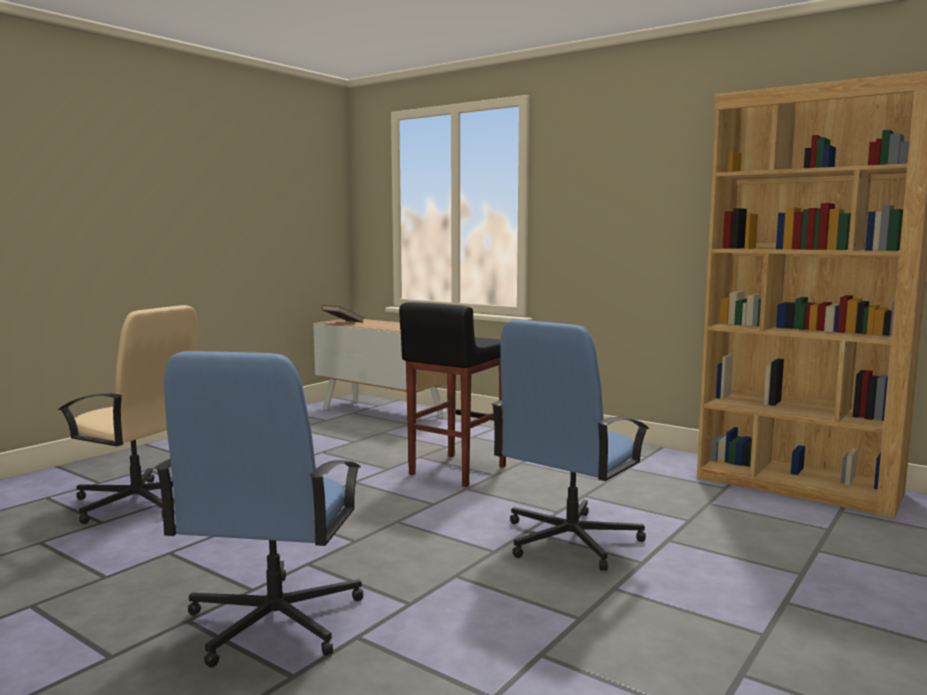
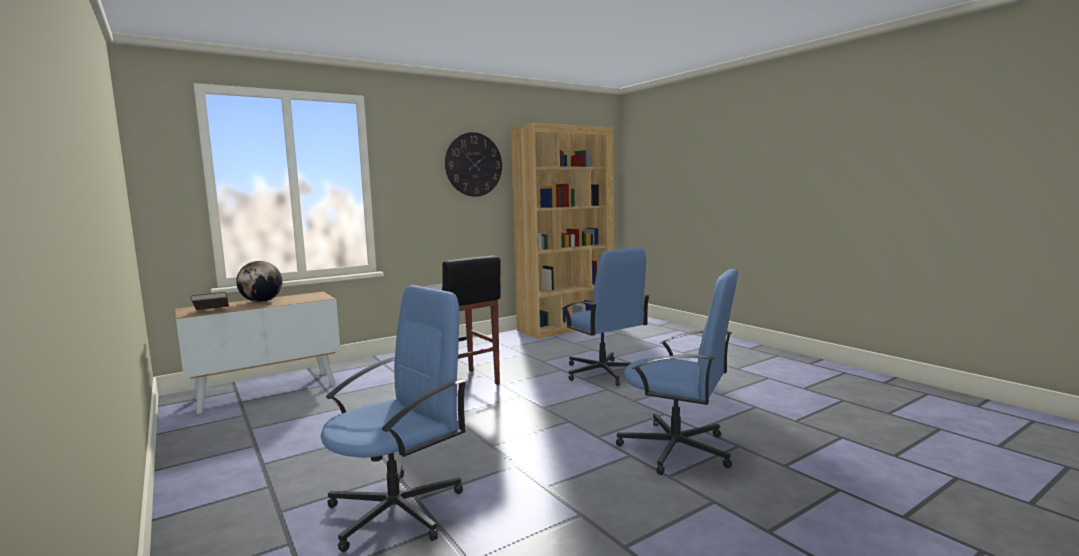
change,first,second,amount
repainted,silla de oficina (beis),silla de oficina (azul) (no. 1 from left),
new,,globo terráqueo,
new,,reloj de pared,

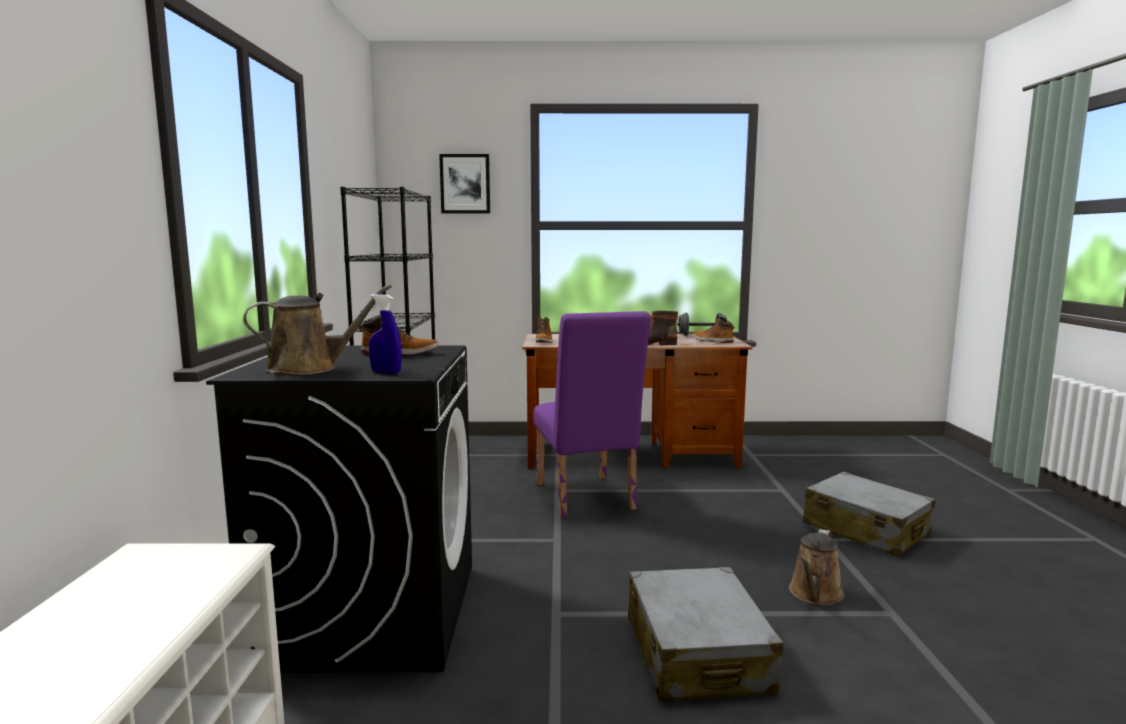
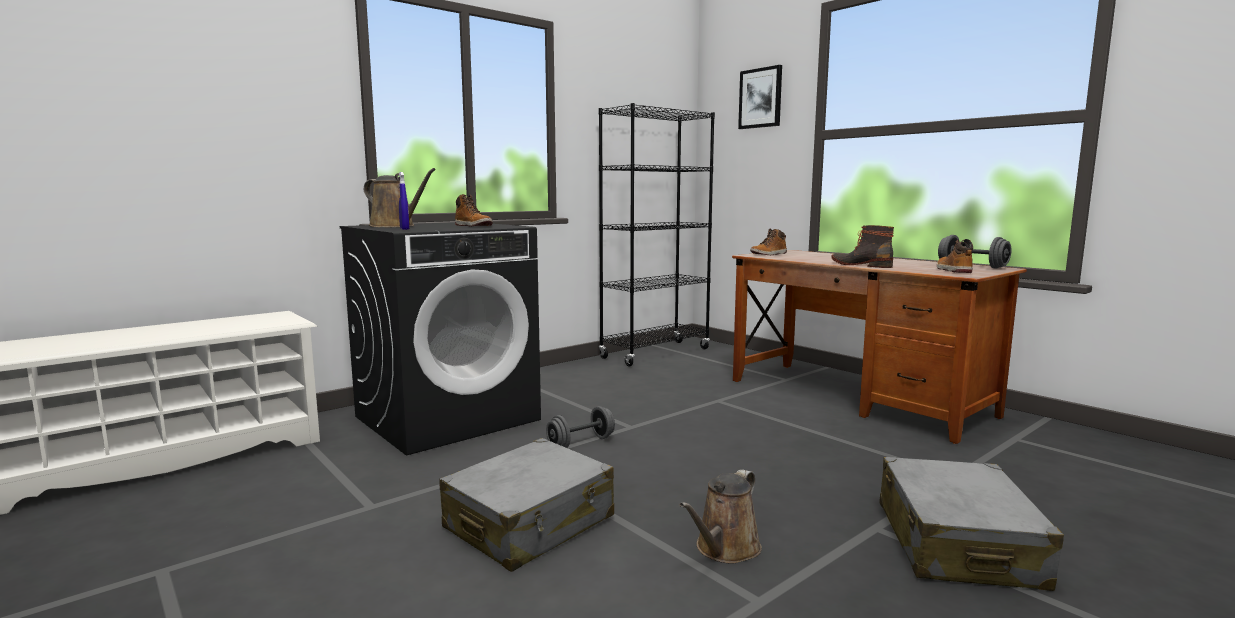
change,first,second,amount
gone,silla (morado),,
rotated,regadera (marrón) (no. 2 from left),,45 degrees counterclockwise
new,,mancuerna (gris) (no. 1 from left),

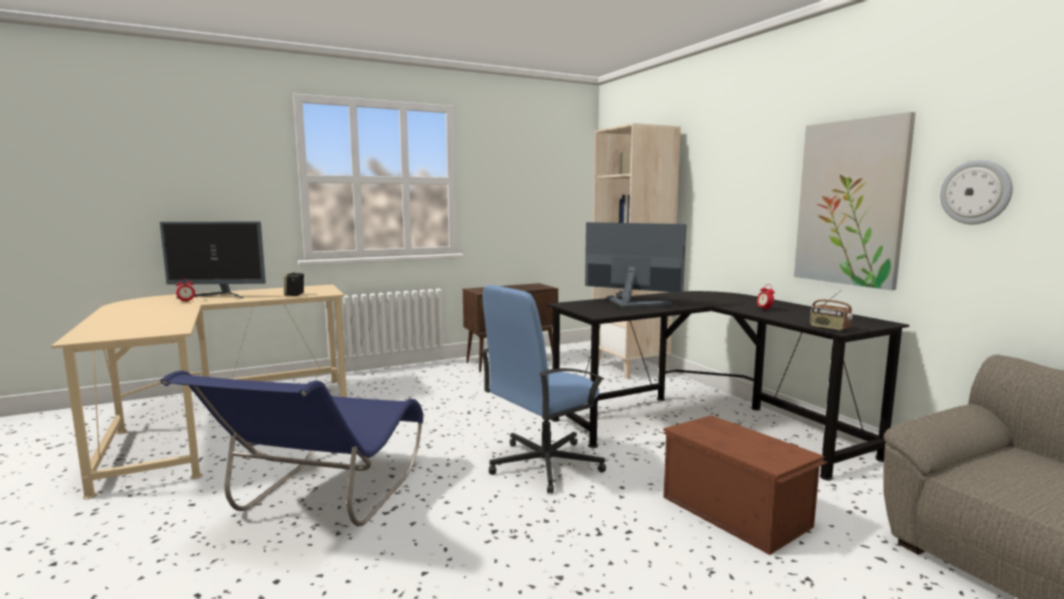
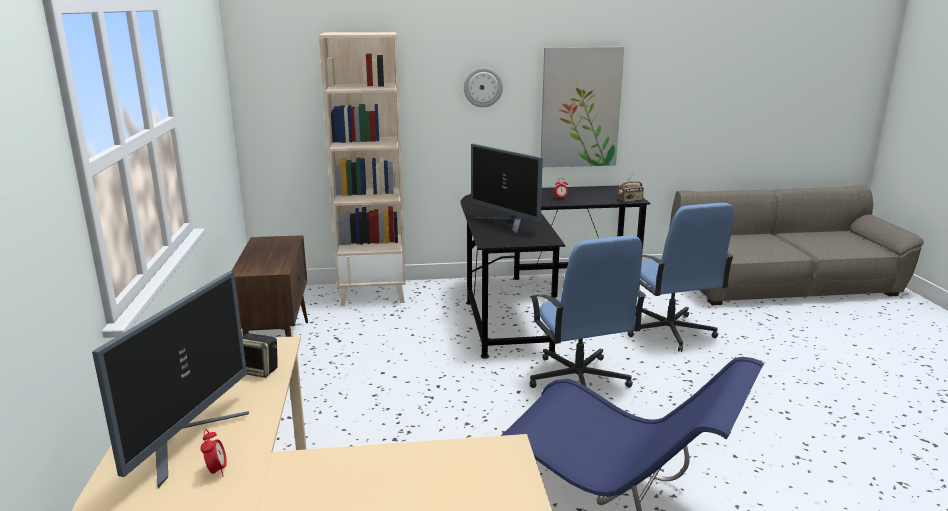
change,first,second,amount
rotated,monitor (no. 2 from left),,90 degrees counterclockwise
swapped,caja de almacenaje (marrón),silla de oficina (azul) (no. 2 from left),
shifted,reloj de pared,,

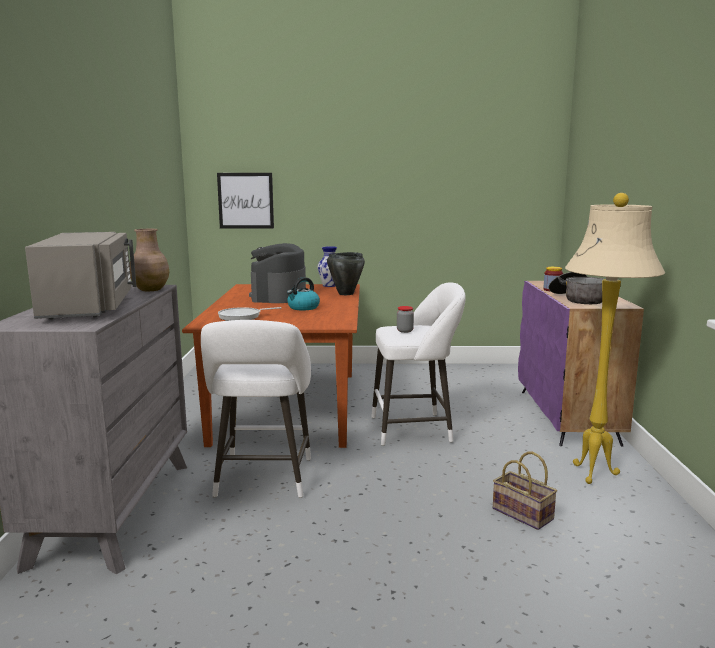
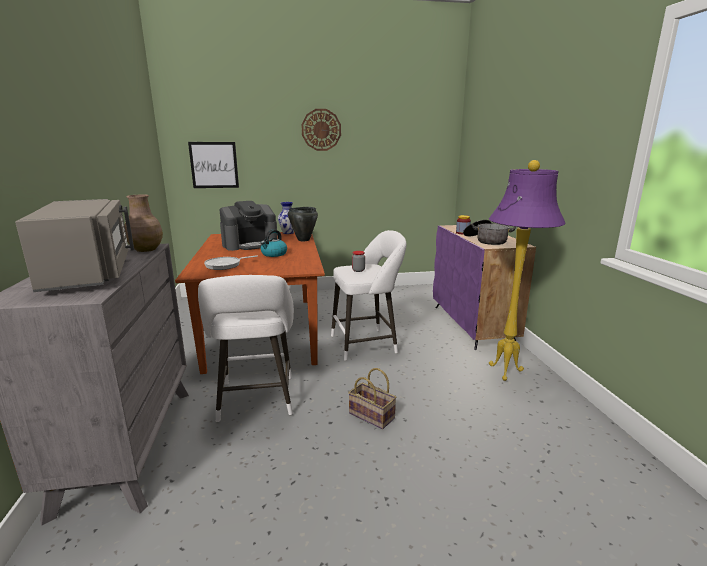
change,first,second,amount
rotated,cafetera,,120 degrees counterclockwise
shifted,cesta,,
repainted,lámpara de pie (beis),lámpara de pie (morado),
new,,reloj de pared,

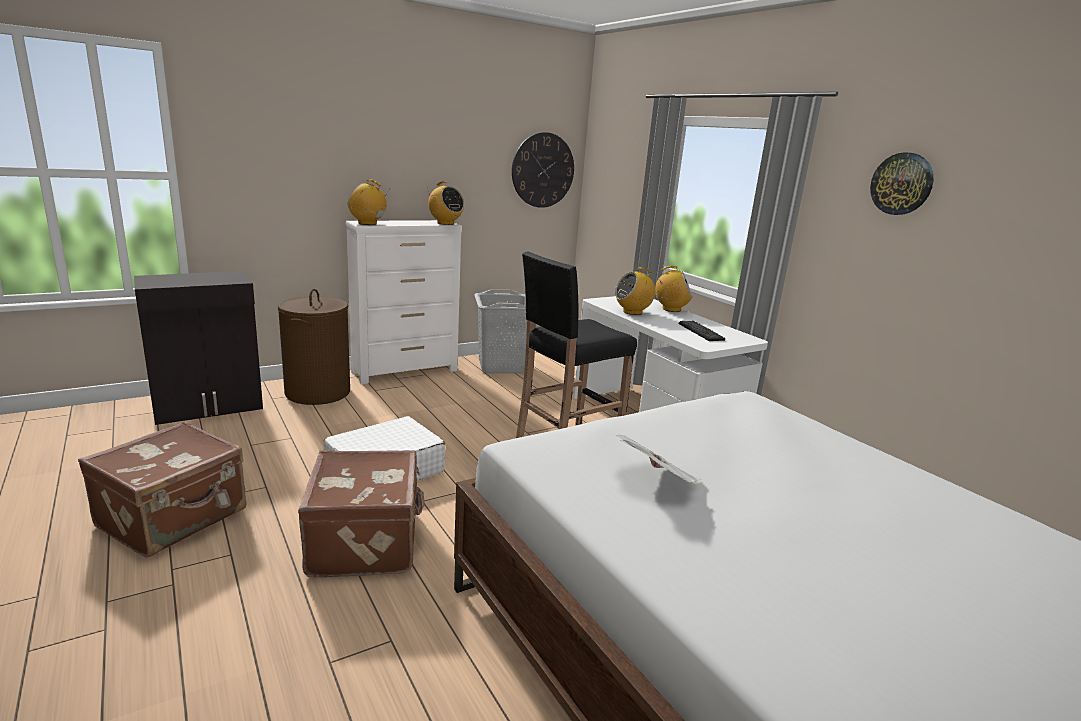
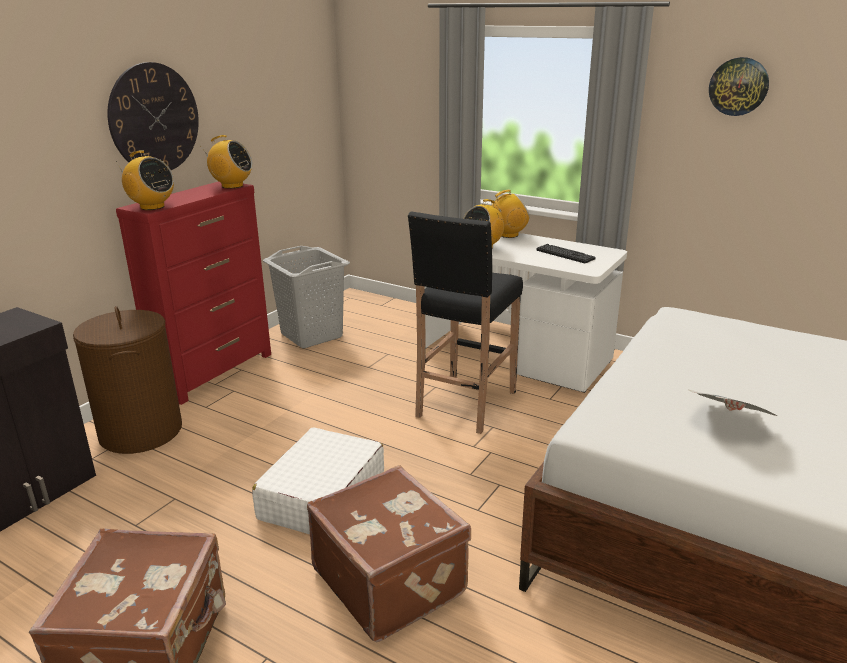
change,first,second,amount
repainted,cómoda (blanco),cómoda (rojo),
rotated,radio (no. 1 from left),,135 degrees counterclockwise
shifted,reloj de pared (no. 1 from left),,

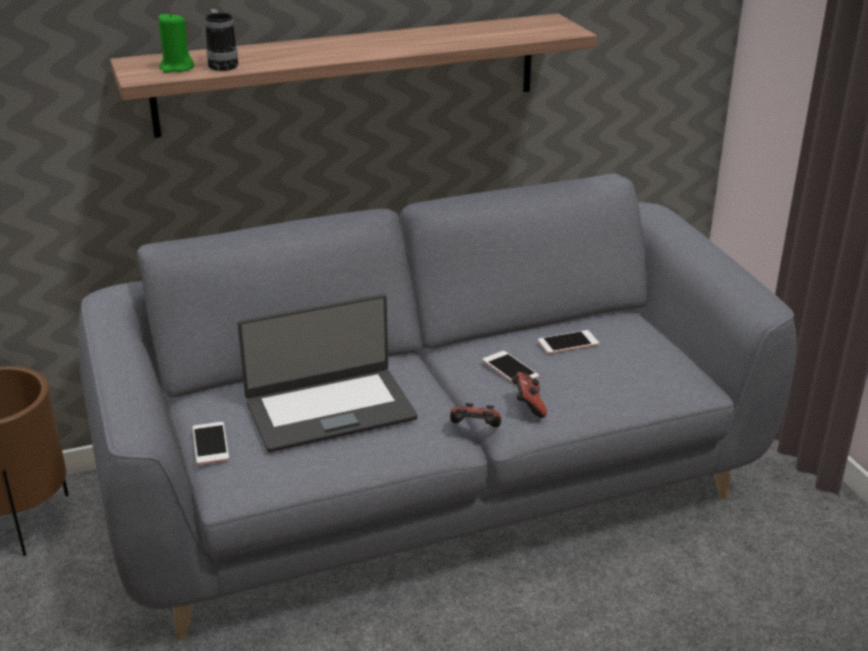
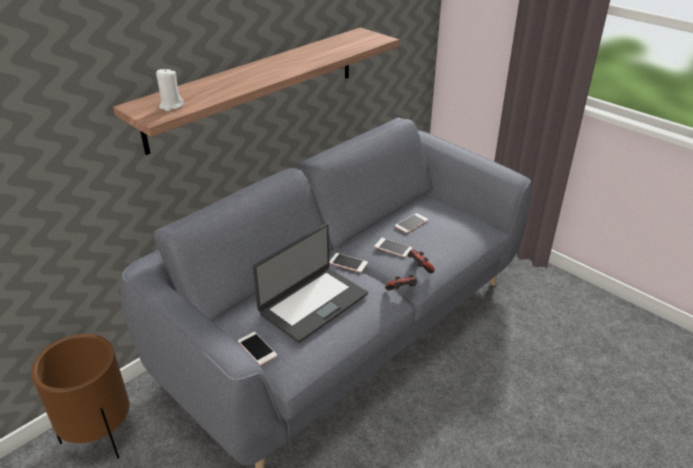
change,first,second,amount
repainted,vela (verde),vela (blanco),
gone,taza grande,,
new,,móvil (no. 2 from left),

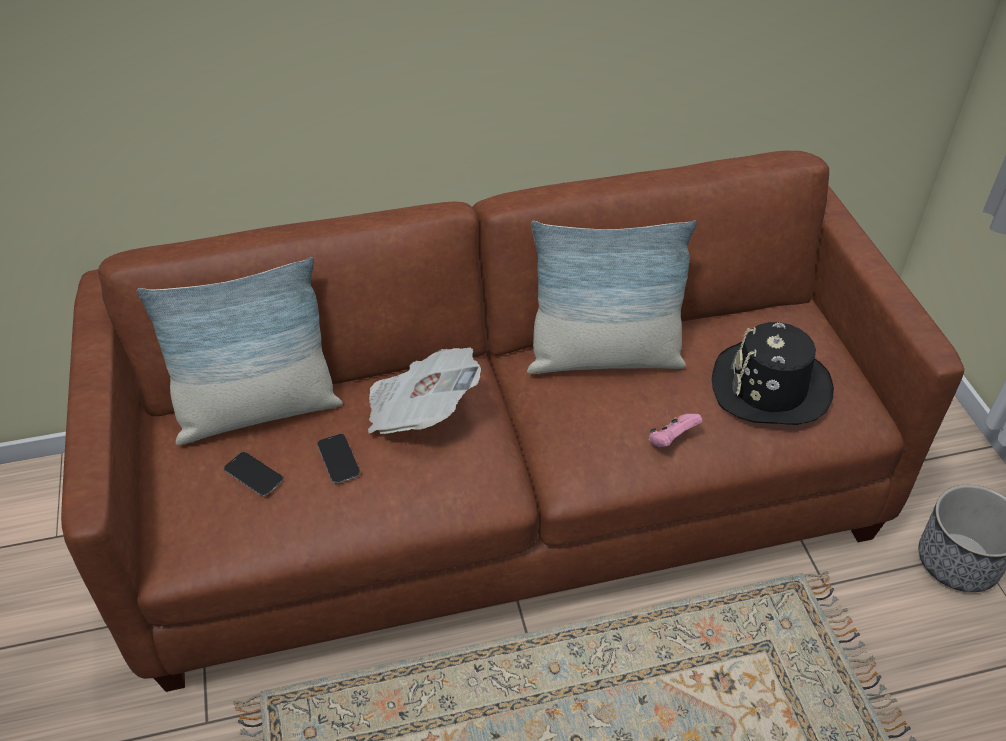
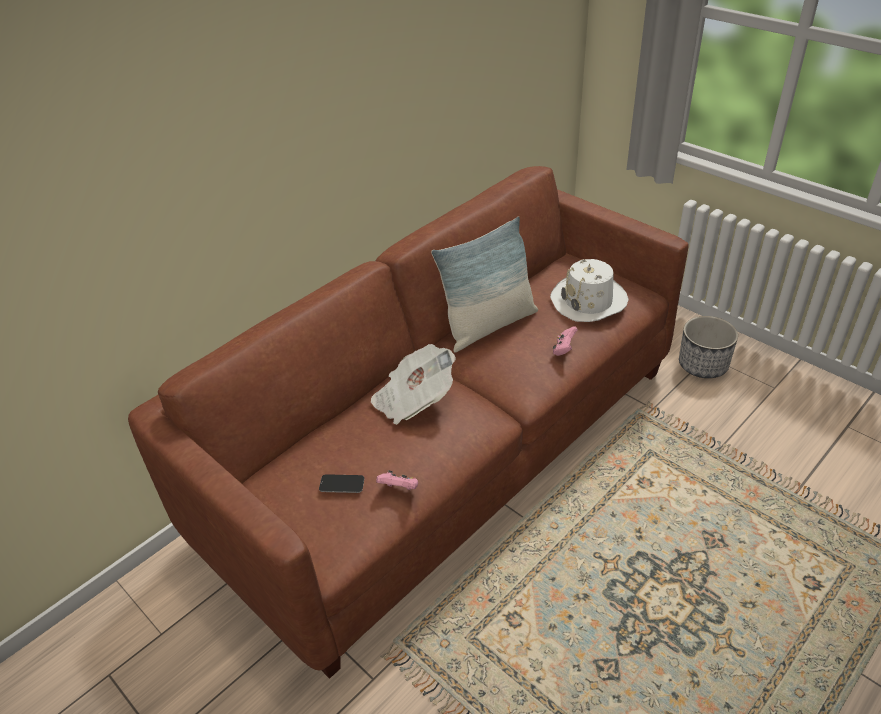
change,first,second,amount
gone,cojín (no. 1 from left),,
gone,móvil (no. 2 from left),,
repainted,sombrero (negro),sombrero (blanco),
new,,mando de consola (rosa) (no. 1 from left),

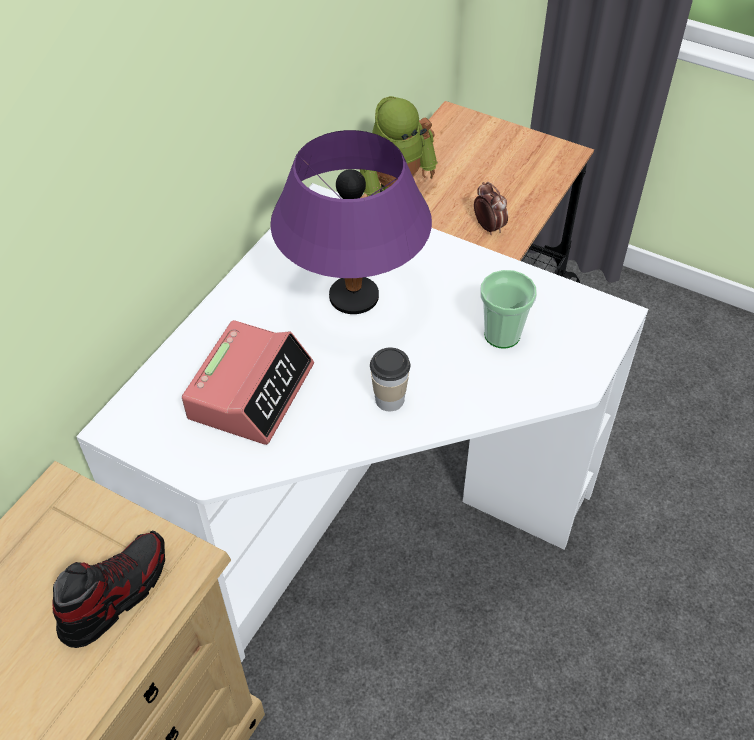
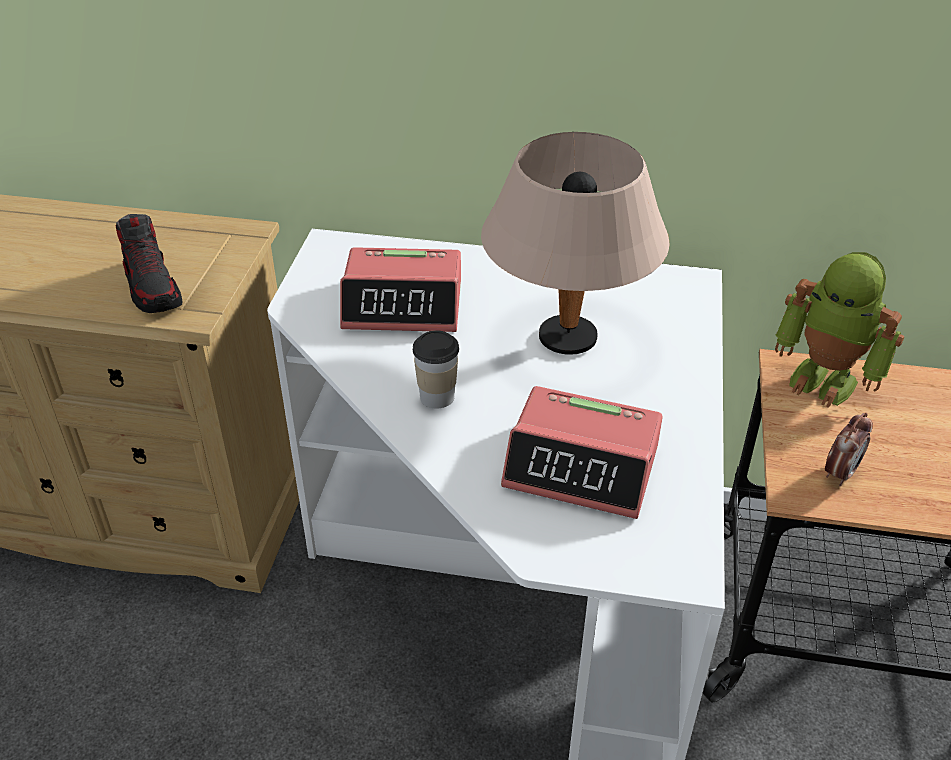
change,first,second,amount
rotated,zapato,,45 degrees clockwise
repainted,lámpara de mesa (morado),lámpara de mesa (beis),
swapped,taza (no. 2 from left),despertador (no. 2 from left),

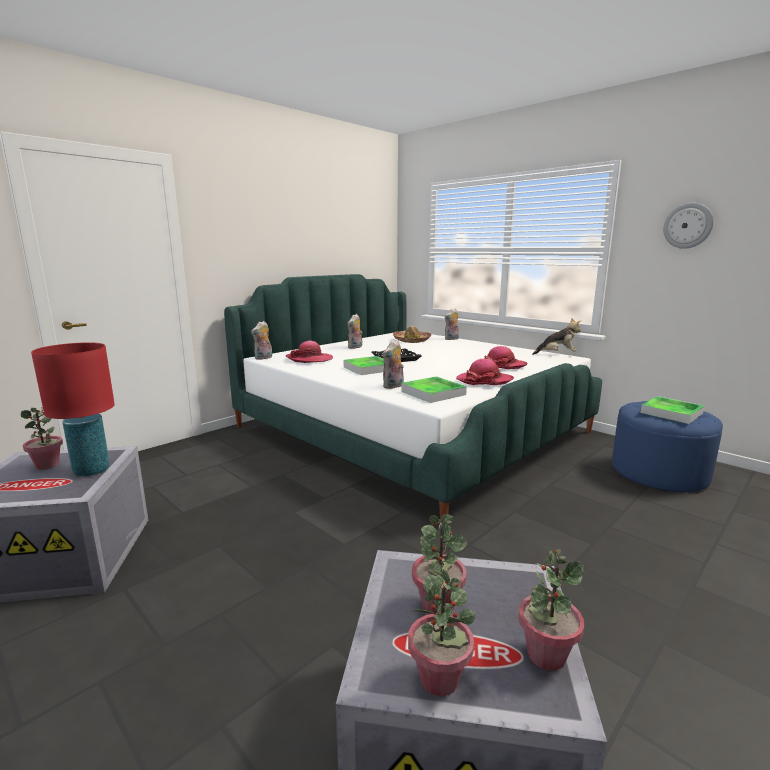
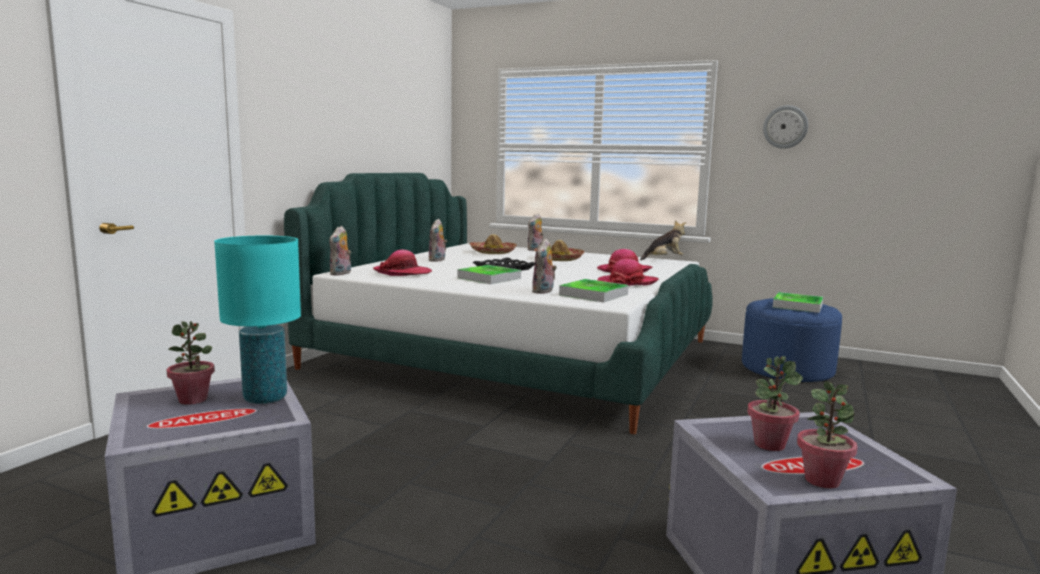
change,first,second,amount
repainted,lámpara de mesa (rojo),lámpara de mesa (turquesa),
gone,planta en maceta (no. 4 from left),,
new,,sombrero (no. 3 from left),

